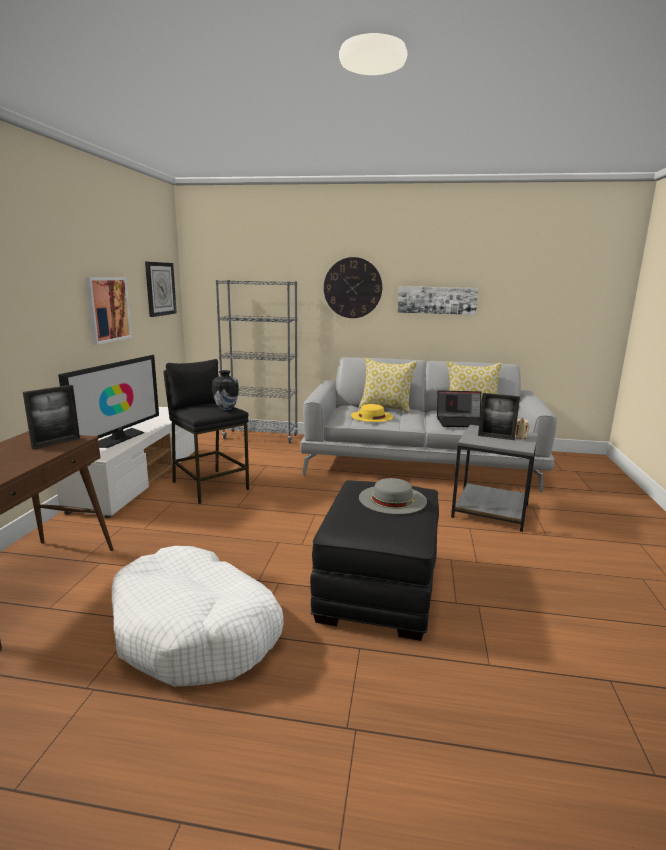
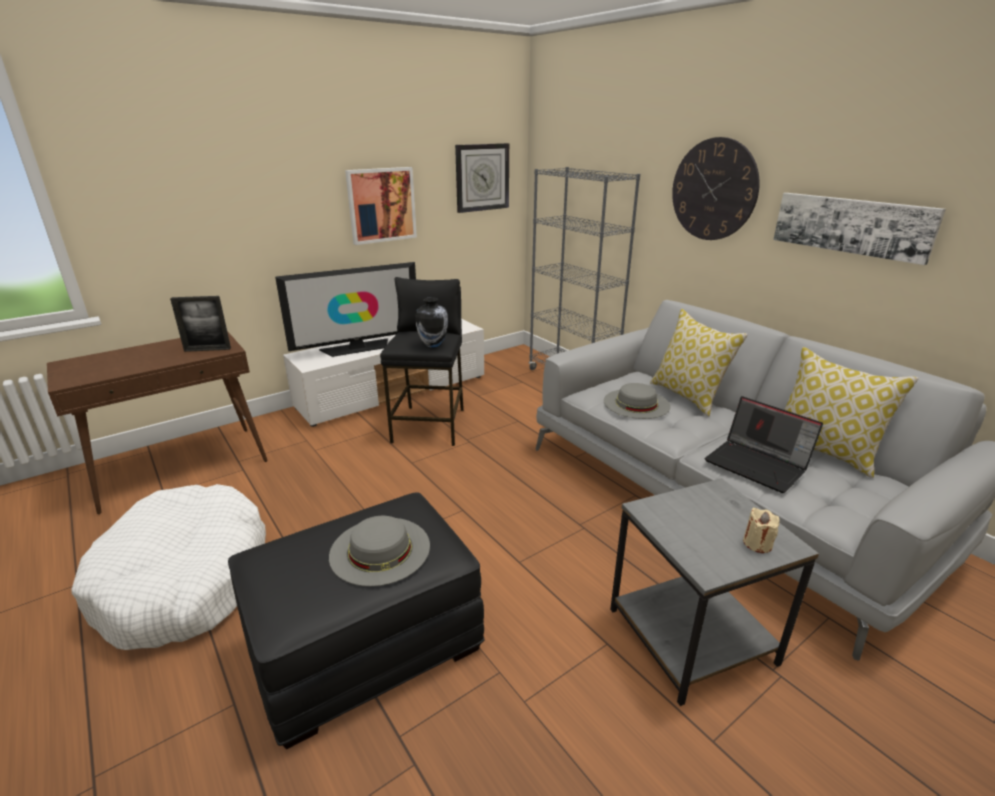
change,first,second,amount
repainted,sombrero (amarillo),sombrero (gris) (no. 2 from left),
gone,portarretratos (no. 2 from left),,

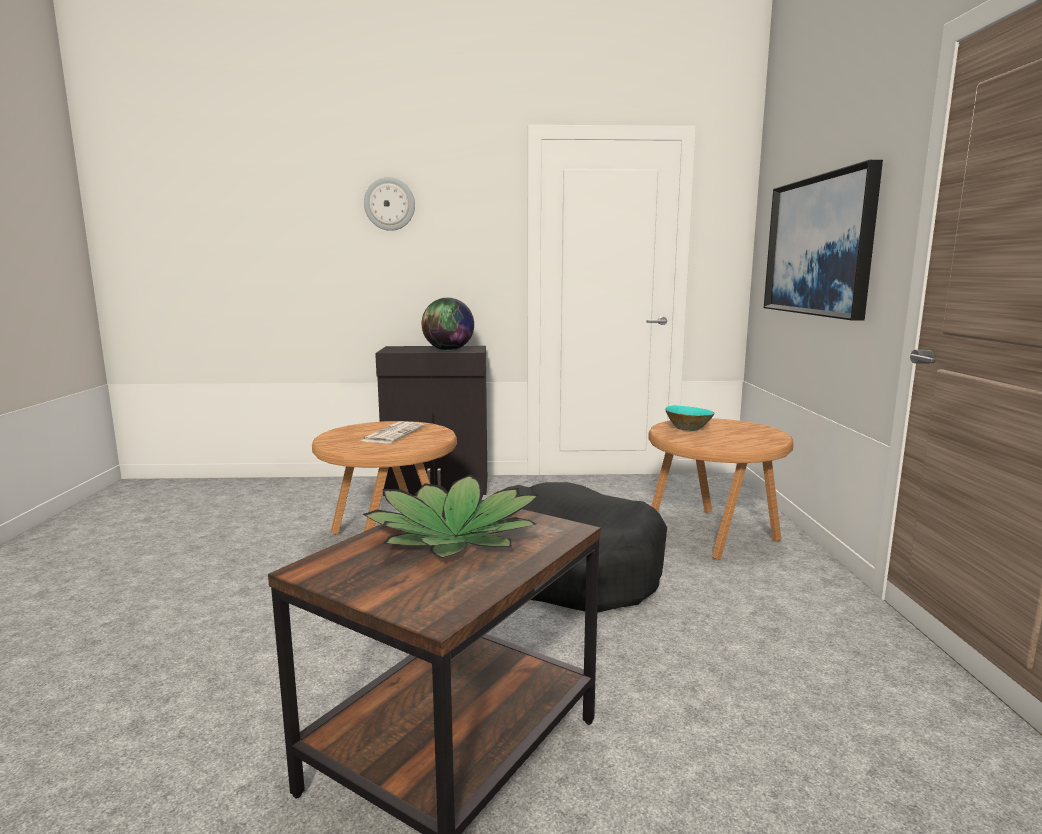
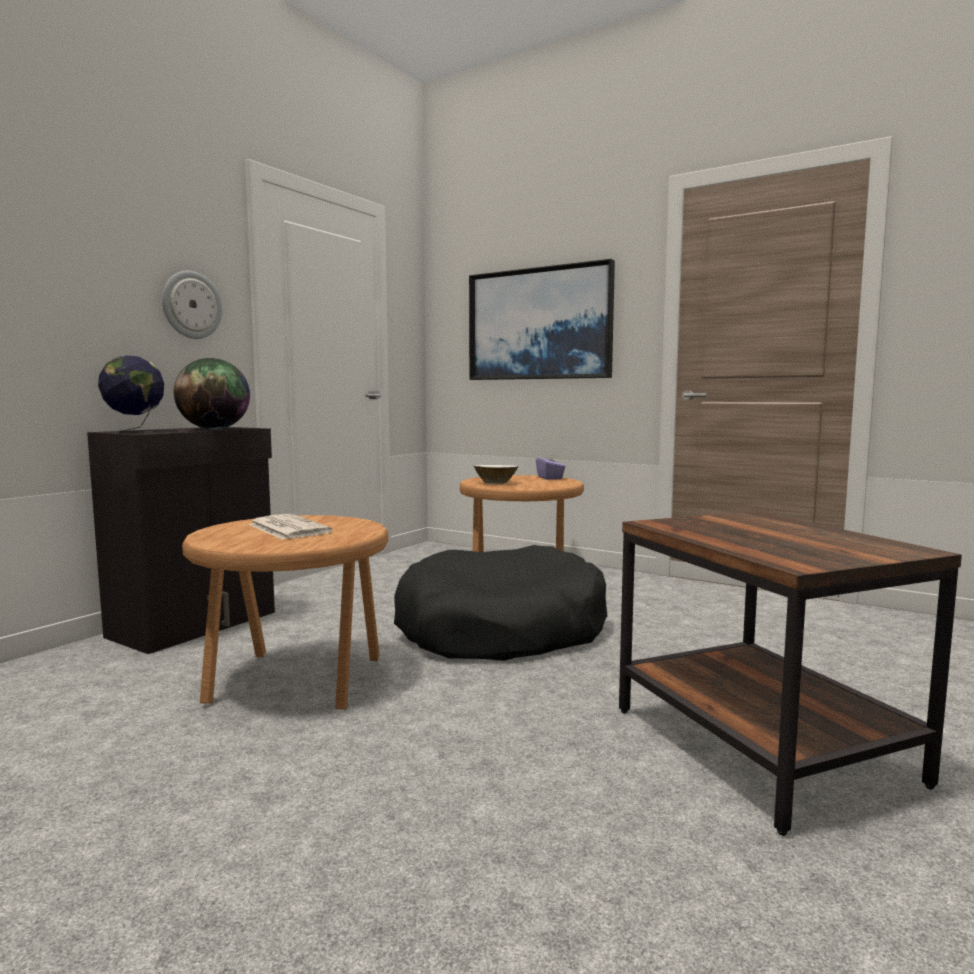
change,first,second,amount
gone,planta en maceta,,
shifted,reloj de pared,,
repainted,cuenco (turquesa),cuenco (blanco),
new,,globo terráqueo (no. 1 from left),
new,,caja de pañuelos (morado),

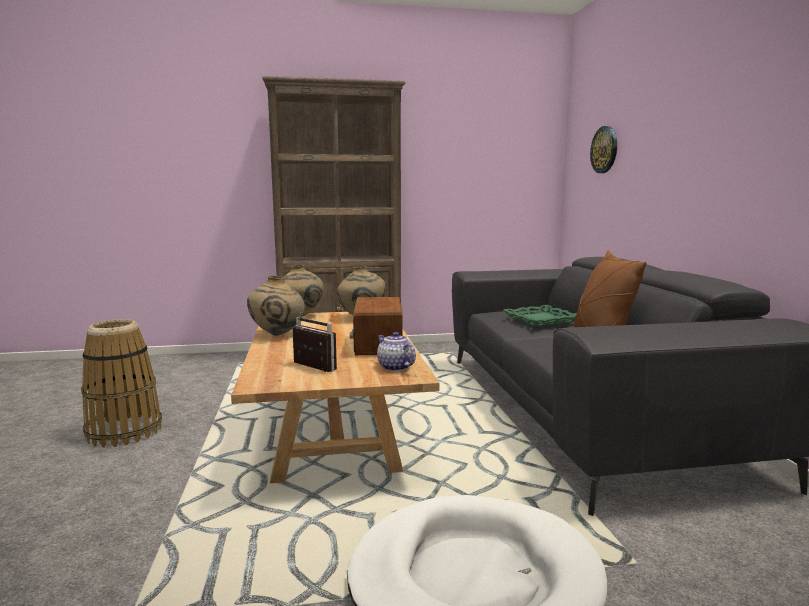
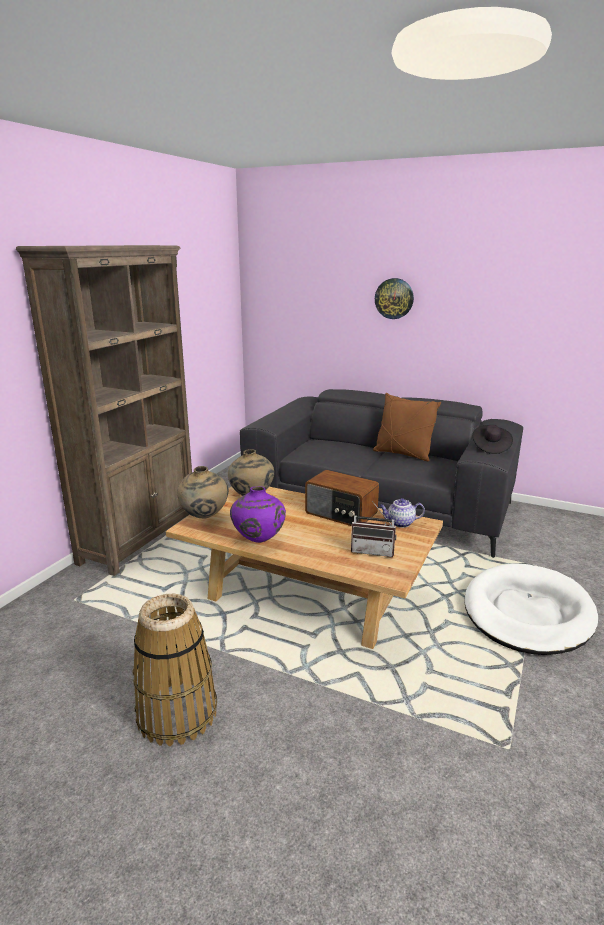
change,first,second,amount
repainted,florero (beis) (no. 1 from left),florero (morado),
rotated,radio (no. 1 from left in the first image),radio (no. 2 from left),150 degrees counterclockwise
gone,bandeja (verde),,
shifted,reloj de pared,,
new,,sombrero (negro),

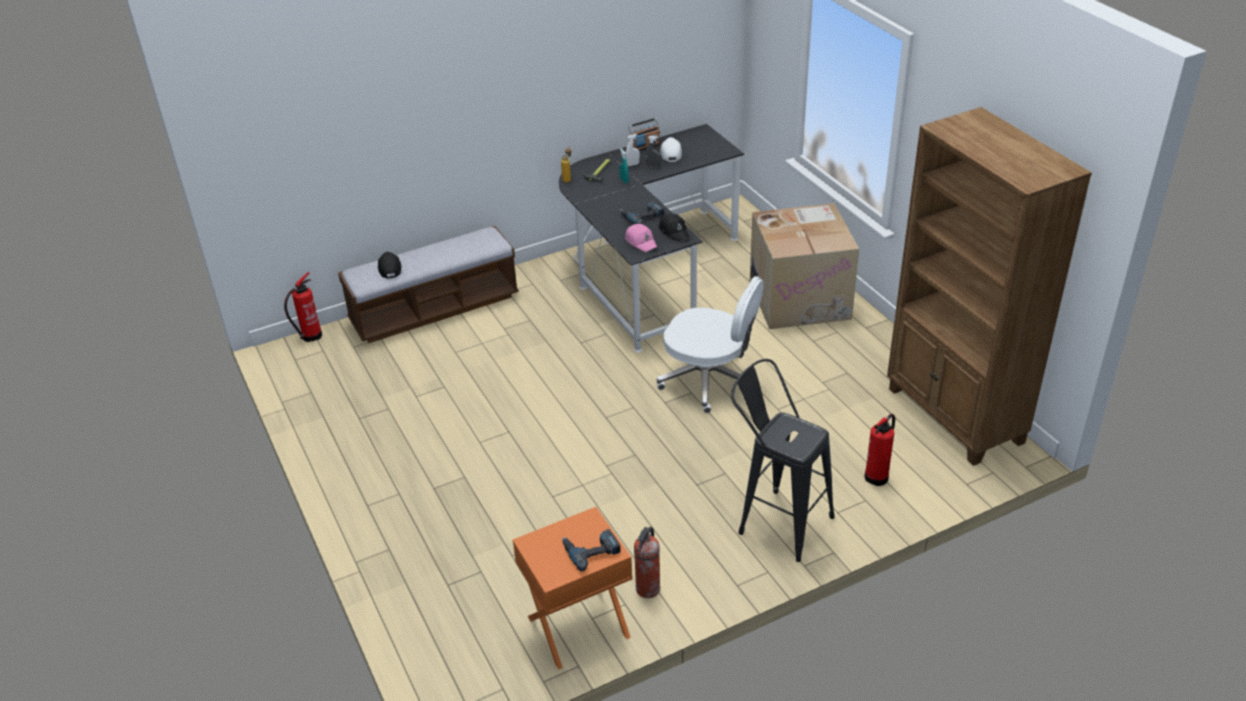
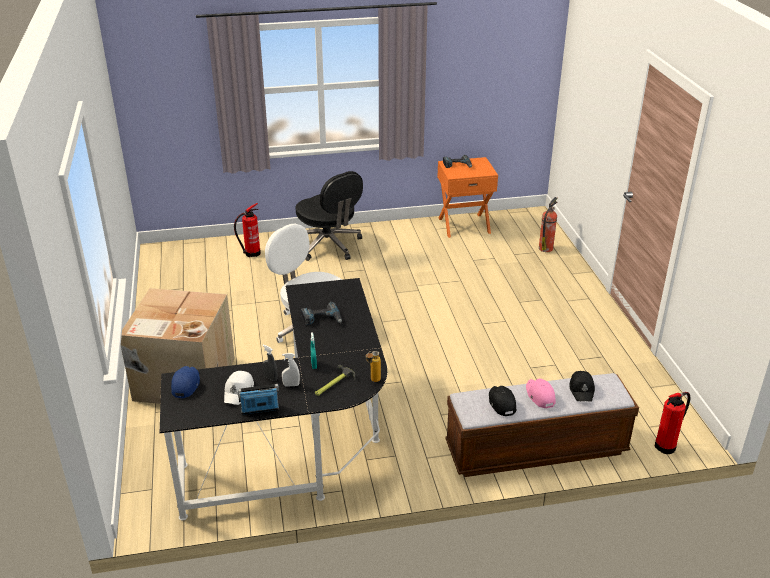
change,first,second,amount
shifted,gorra (rosa),,
shifted,extintor (no. 2 from left),,
shifted,gorra (negro) (no. 2 from left in the first image),gorra (negro) (no. 1 from left),
swapped,taburete (negro),silla de oficina (negro),
gone,estantería (marrón),,
new,,gorra (azul),

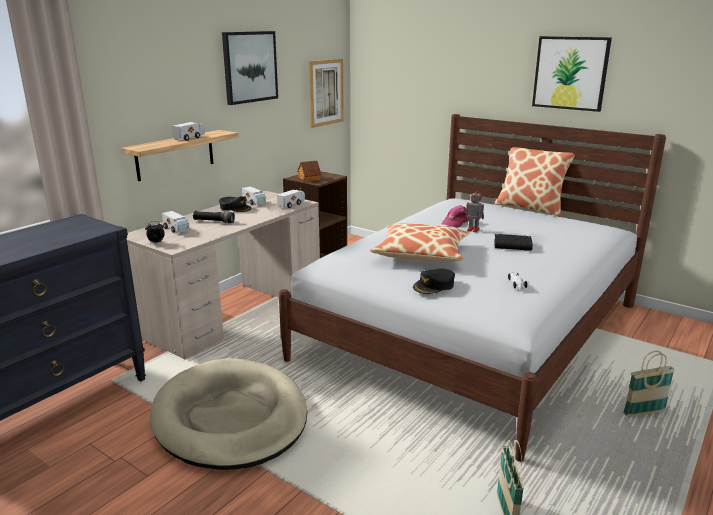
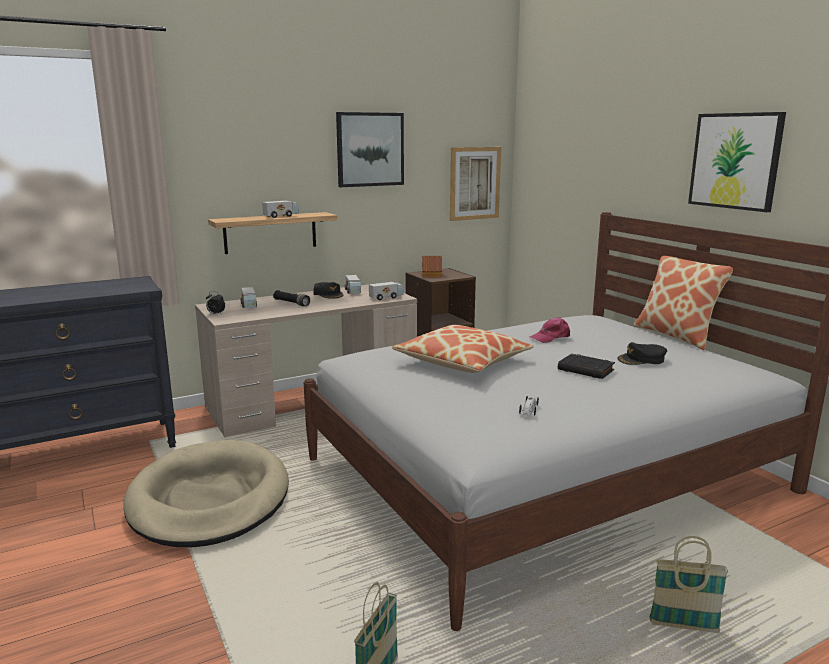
change,first,second,amount
shifted,gorra (negro) (no. 2 from left),,
gone,robot de juguete,,

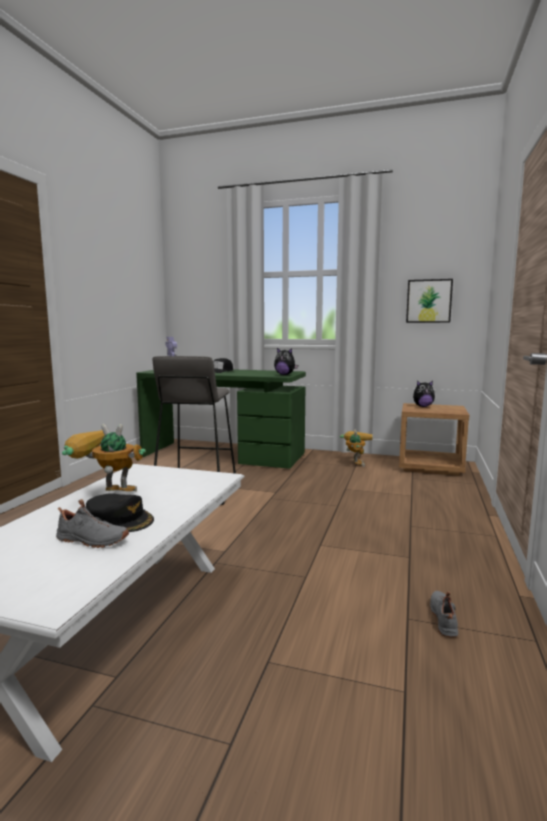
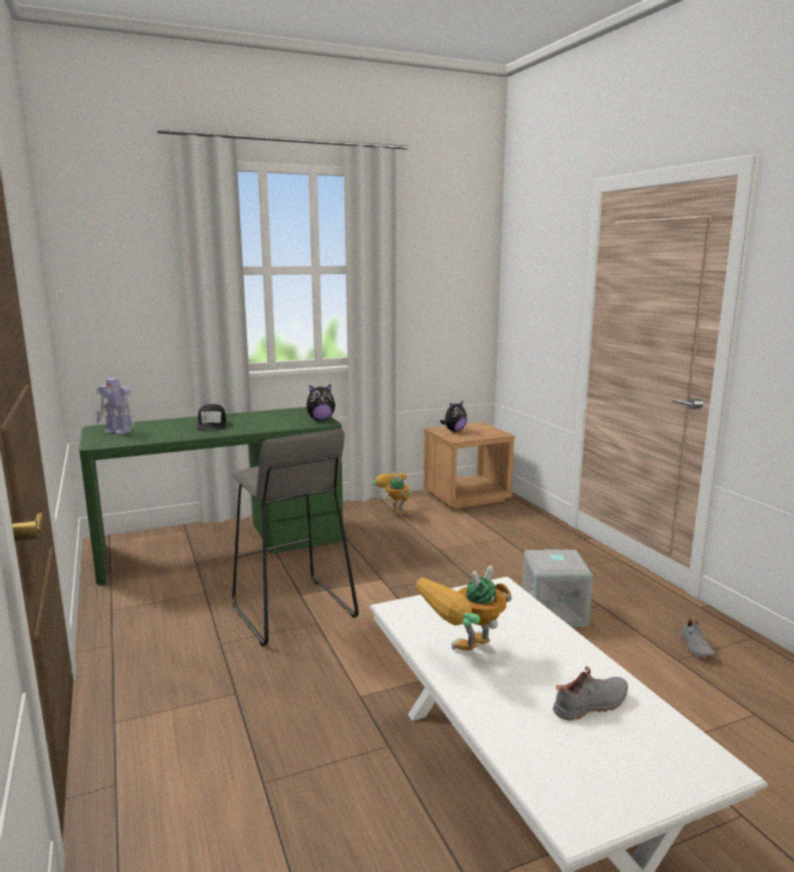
change,first,second,amount
gone,gorra (negro) (no. 1 from left),,
gone,cuadro,,
rotated,zapato (gris) (no. 2 from left),,150 degrees counterclockwise
new,,caja de almacenaje (gris),

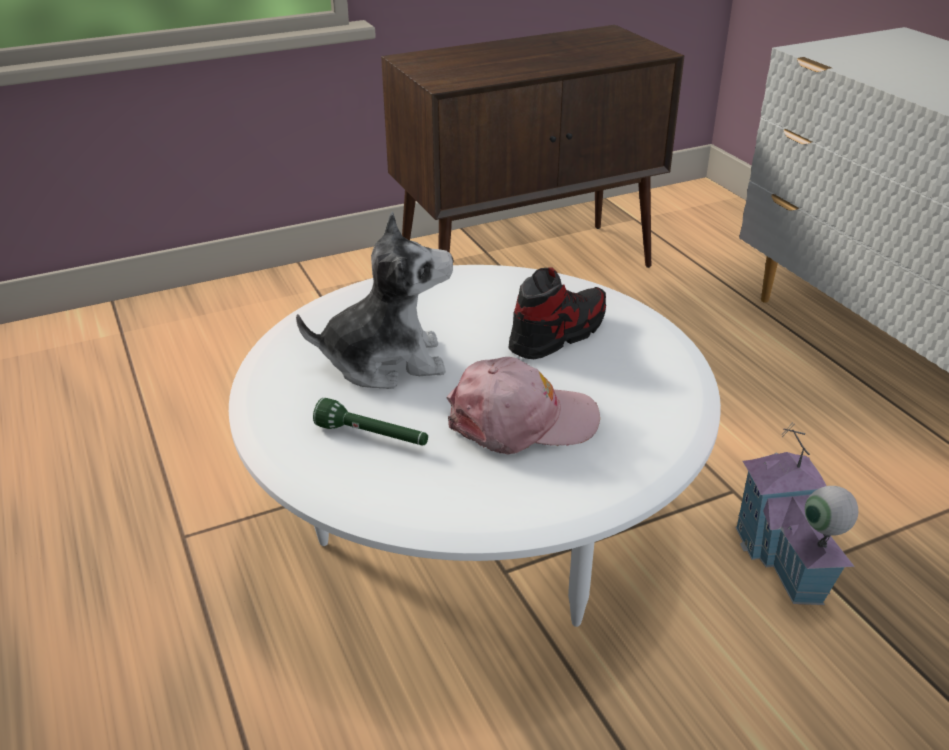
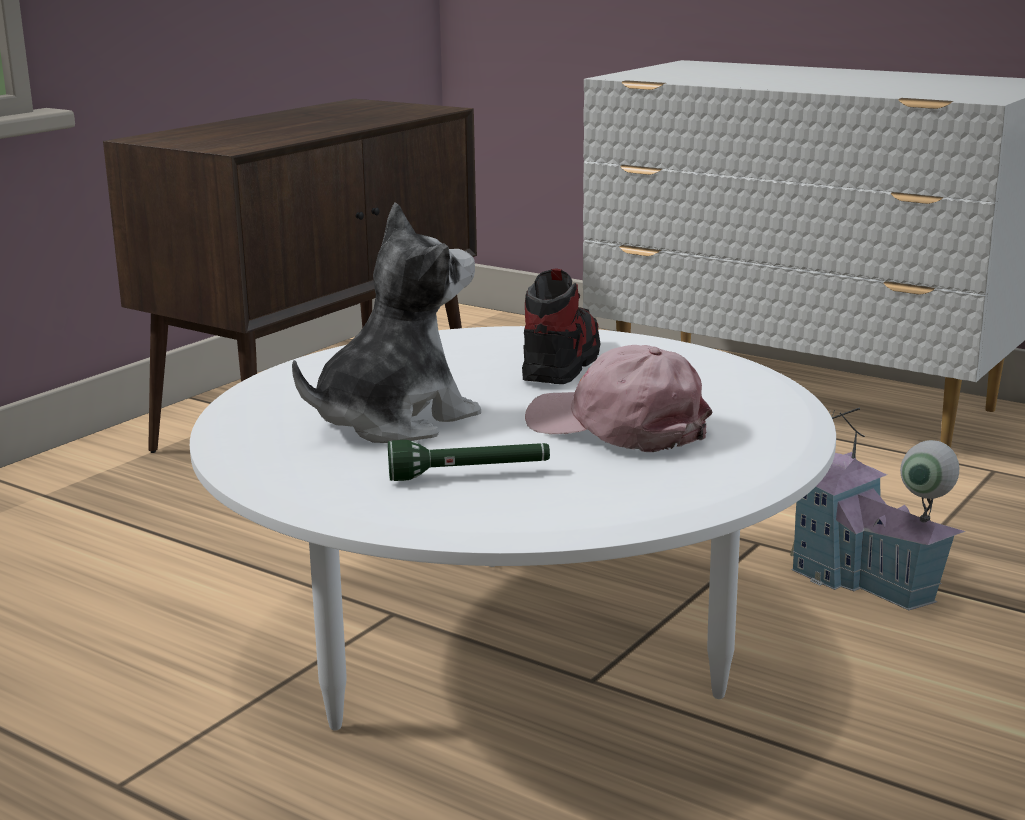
change,first,second,amount
rotated,gorra (rosa),,105 degrees counterclockwise

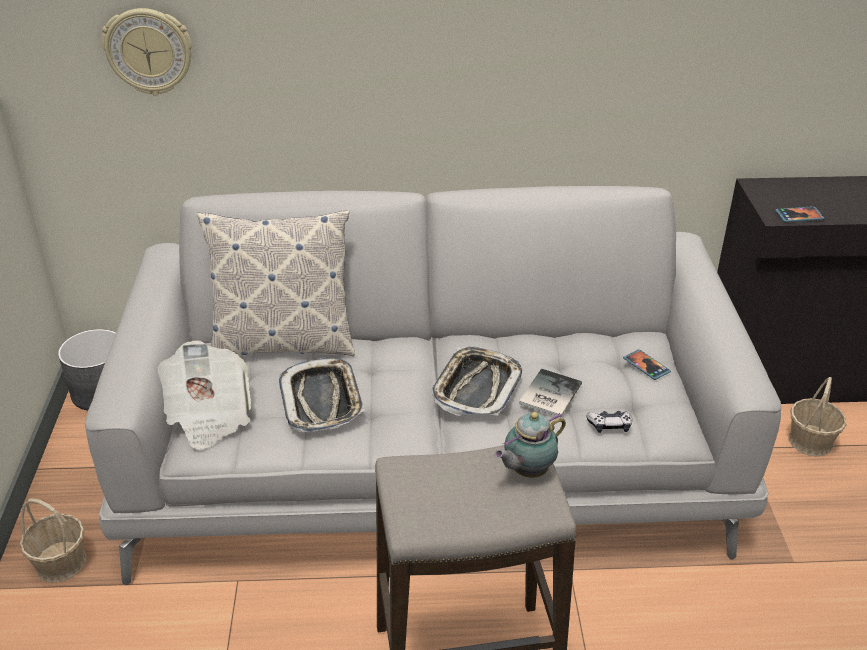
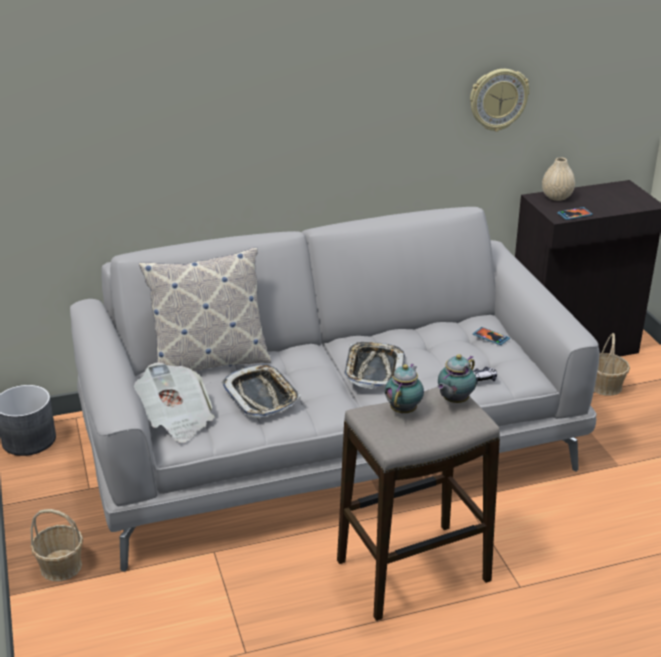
change,first,second,amount
shifted,reloj de pared,,
gone,libro,,
new,,tetera (no. 1 from left),
new,,florero (beis),

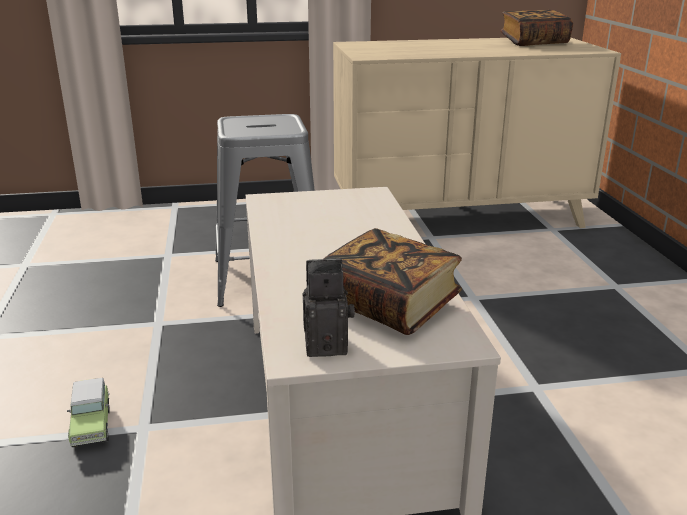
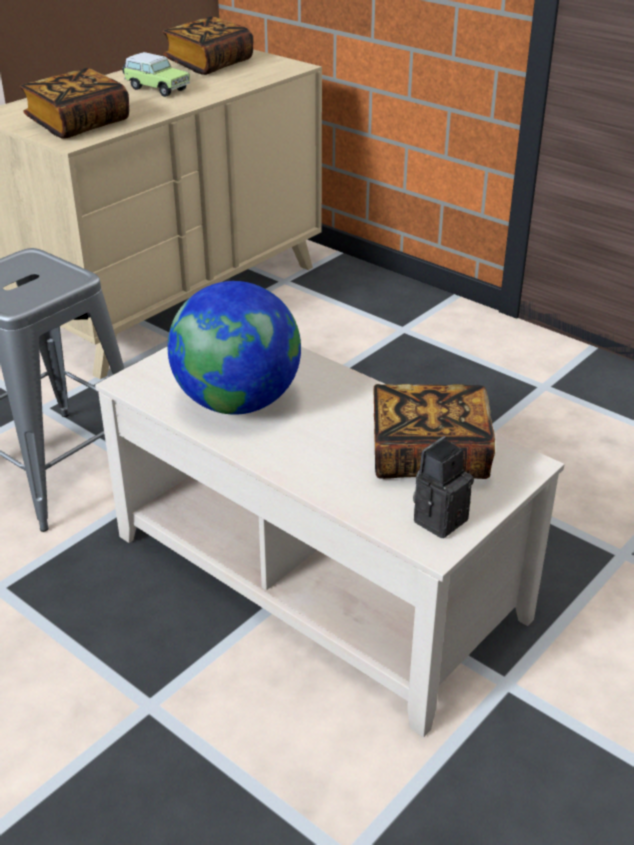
change,first,second,amount
shifted,coche de juguete,,
new,,libro (no. 1 from left),
new,,globo terráqueo,

